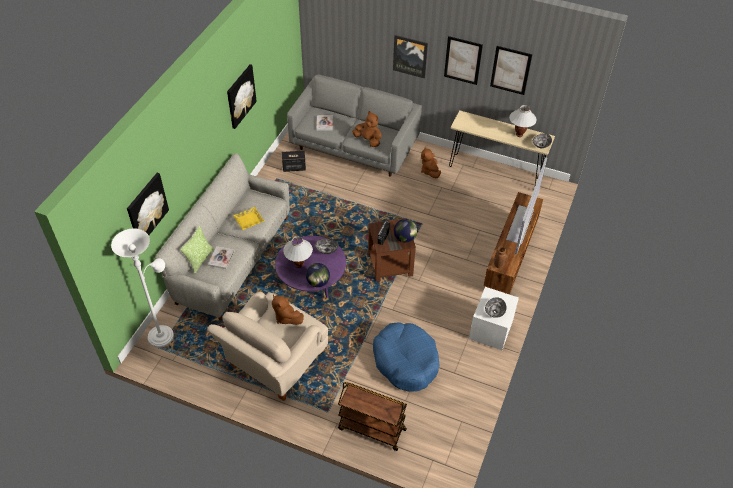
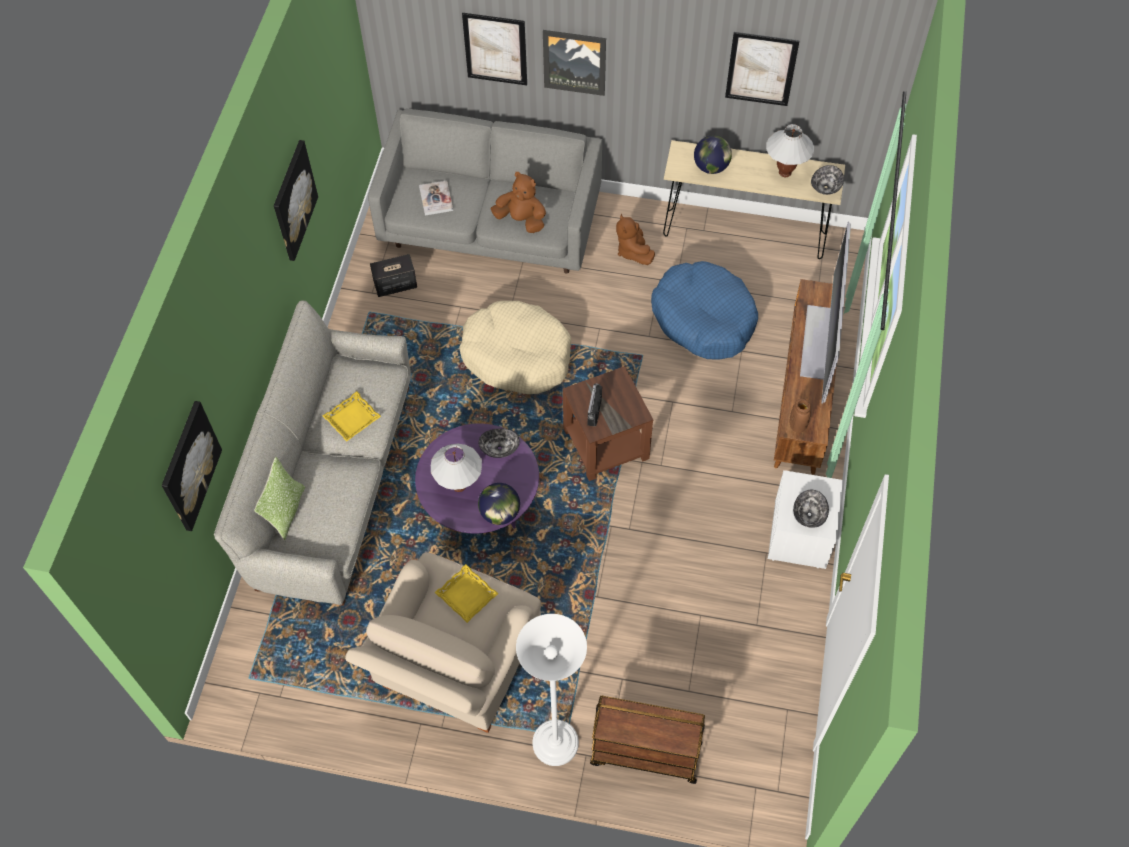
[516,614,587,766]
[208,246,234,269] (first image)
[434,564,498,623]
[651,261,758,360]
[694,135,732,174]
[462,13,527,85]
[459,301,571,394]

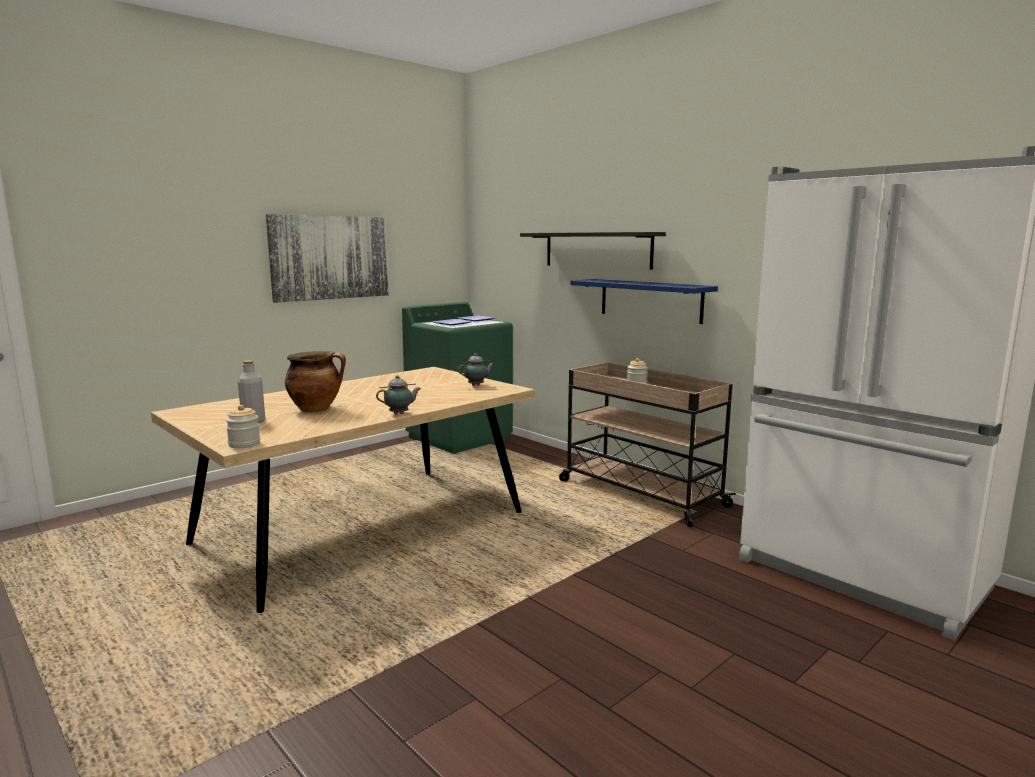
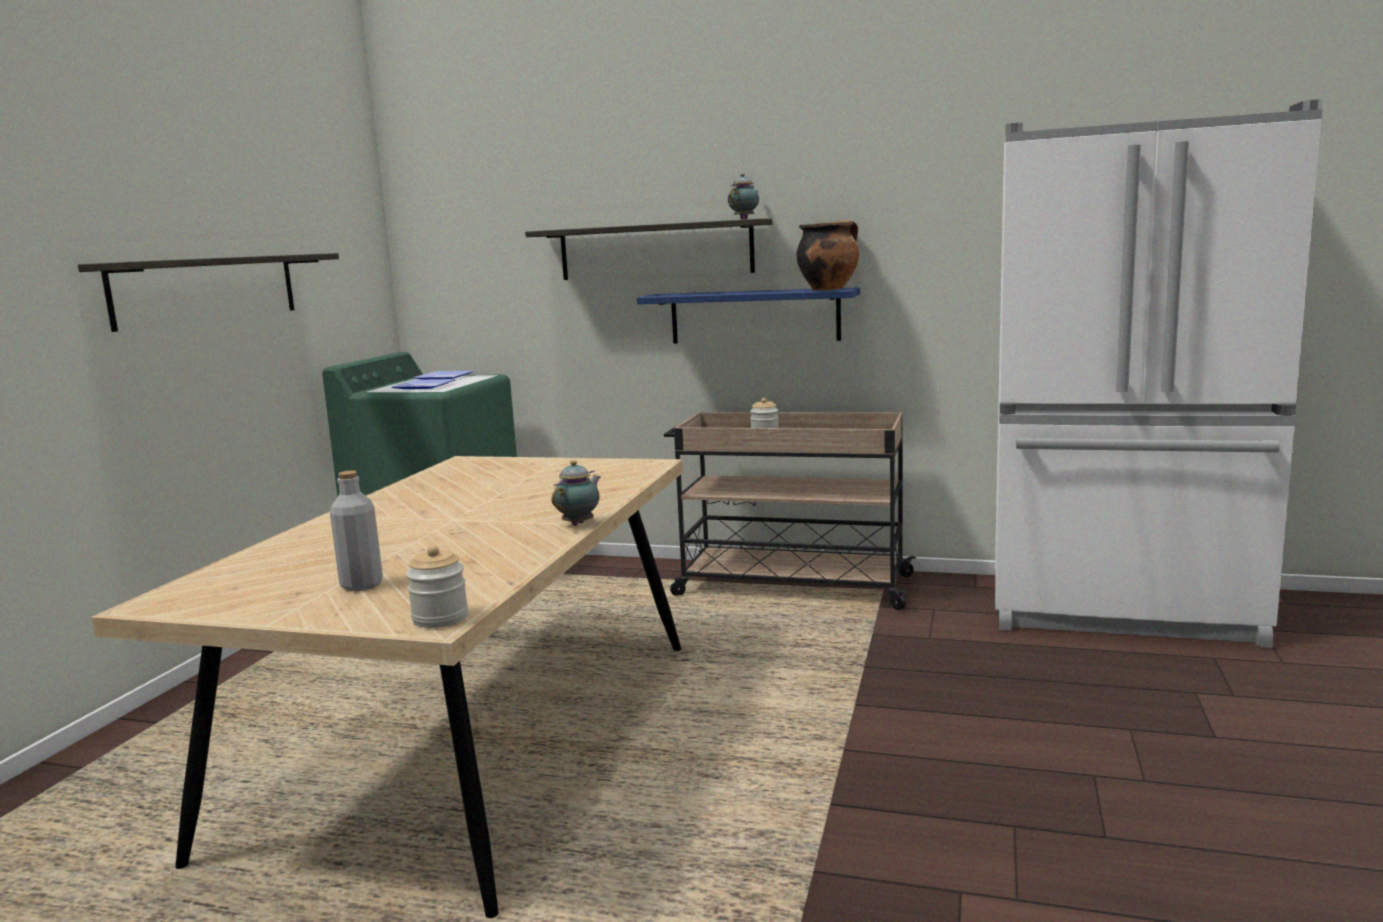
[78,253,339,332]
[797,220,859,291]
[728,173,759,220]

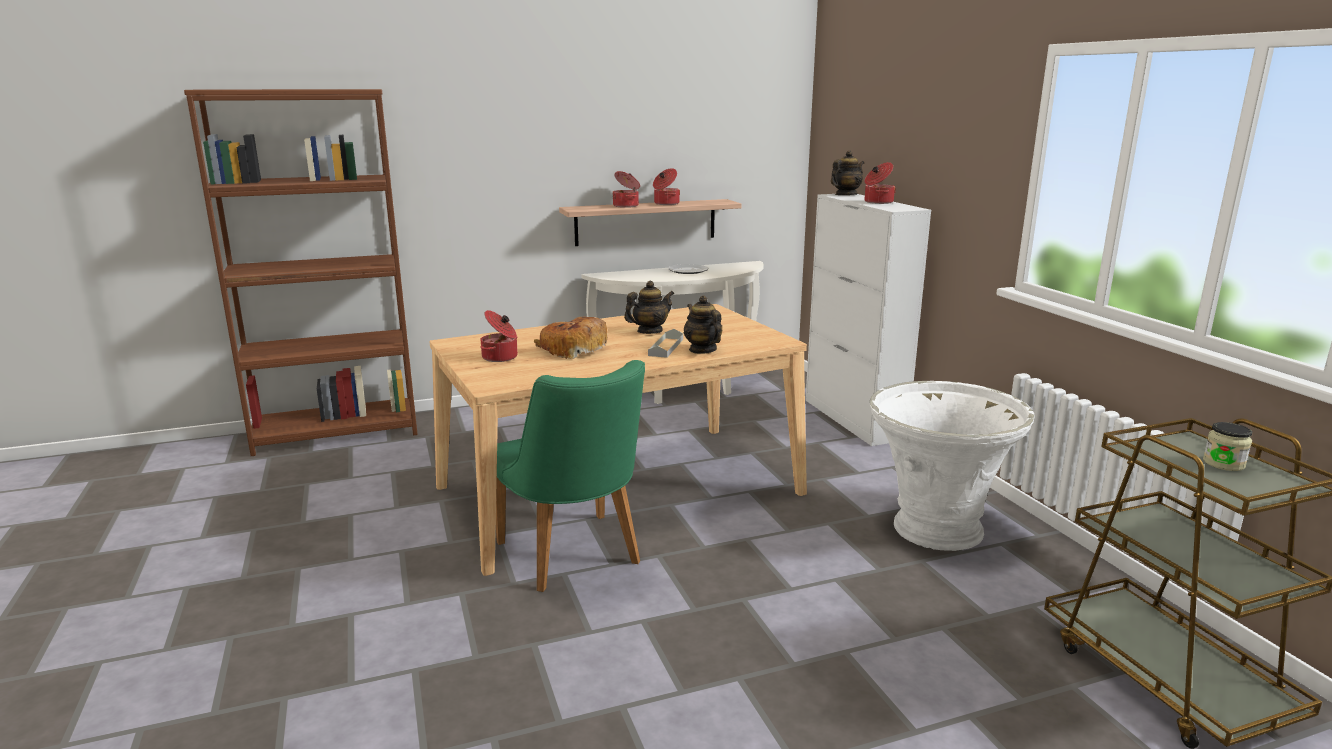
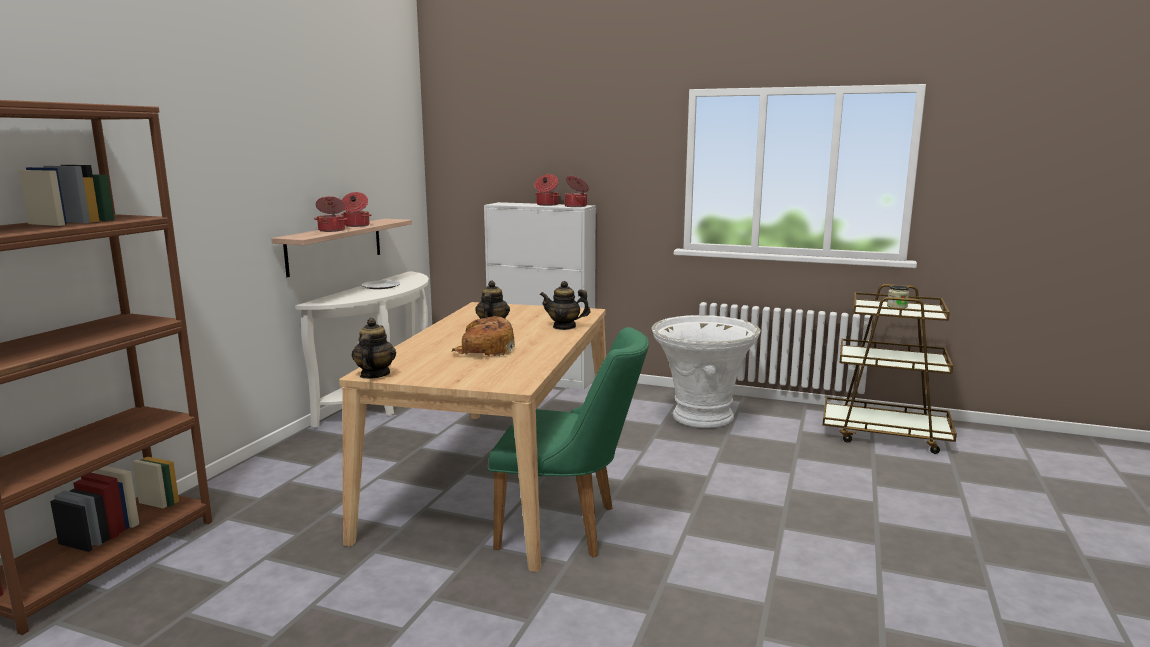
[564,176,589,207]
[648,329,683,358] (first image)
[352,318,396,379]

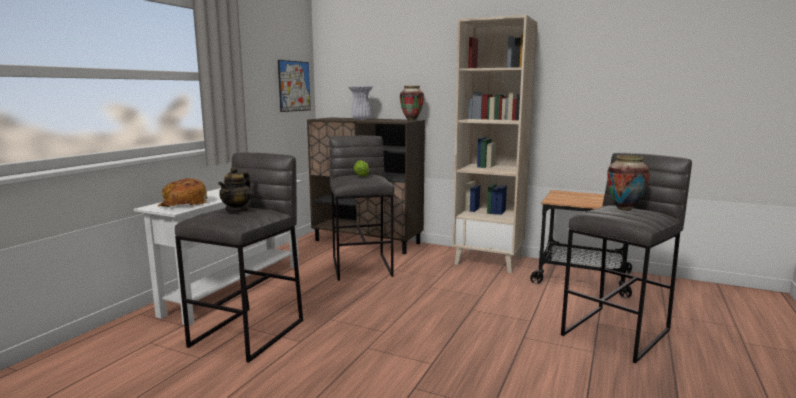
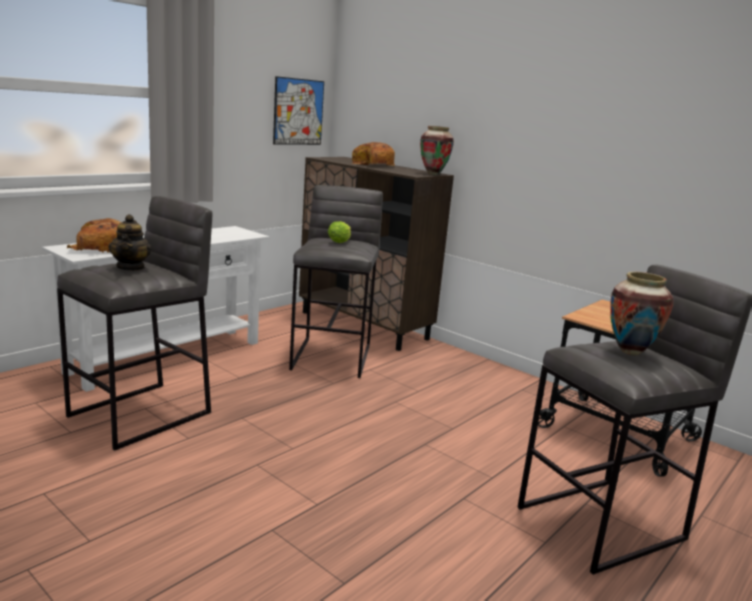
[108,214,152,271]
[352,142,395,166]
[452,15,537,273] (first image)

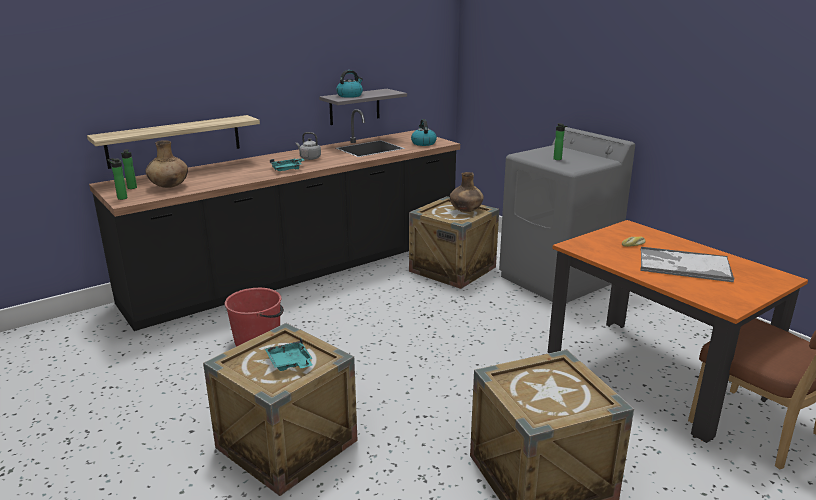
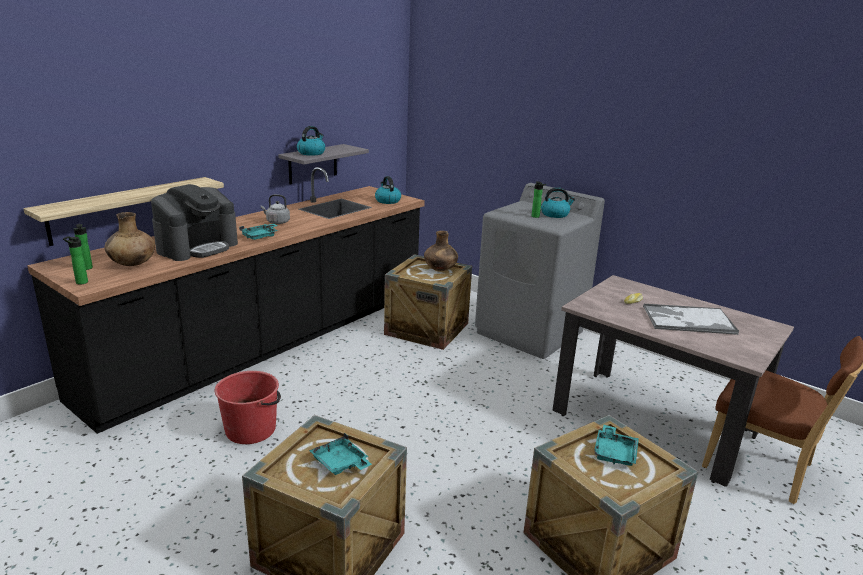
[553,275,794,487]
[151,184,238,261]
[541,187,575,218]
[594,425,639,466]

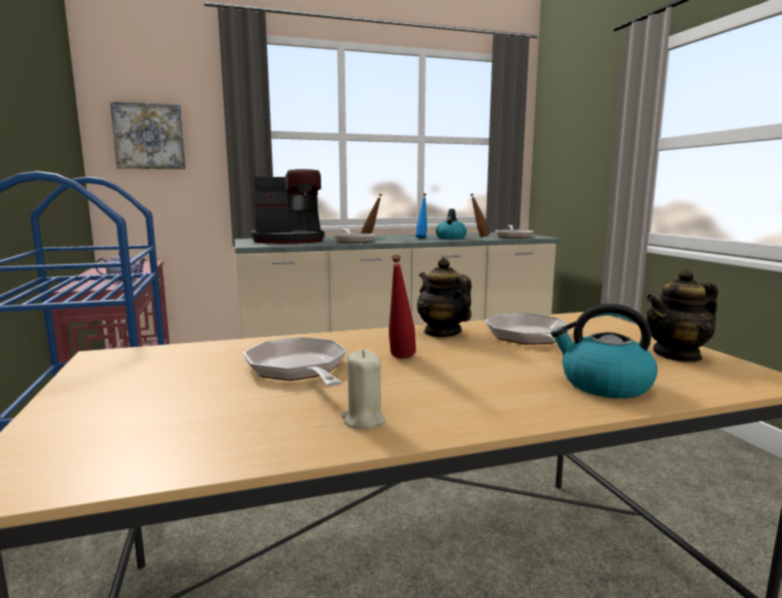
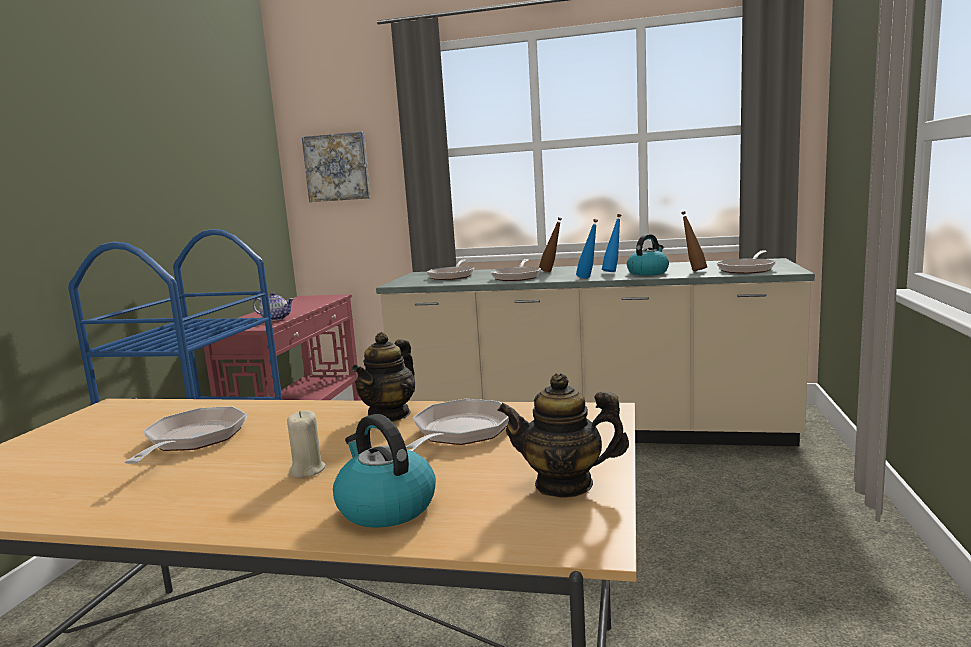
[427,259,474,280]
[287,411,326,478]
[389,255,416,359] (first image)
[352,332,415,422]
[576,219,598,278]

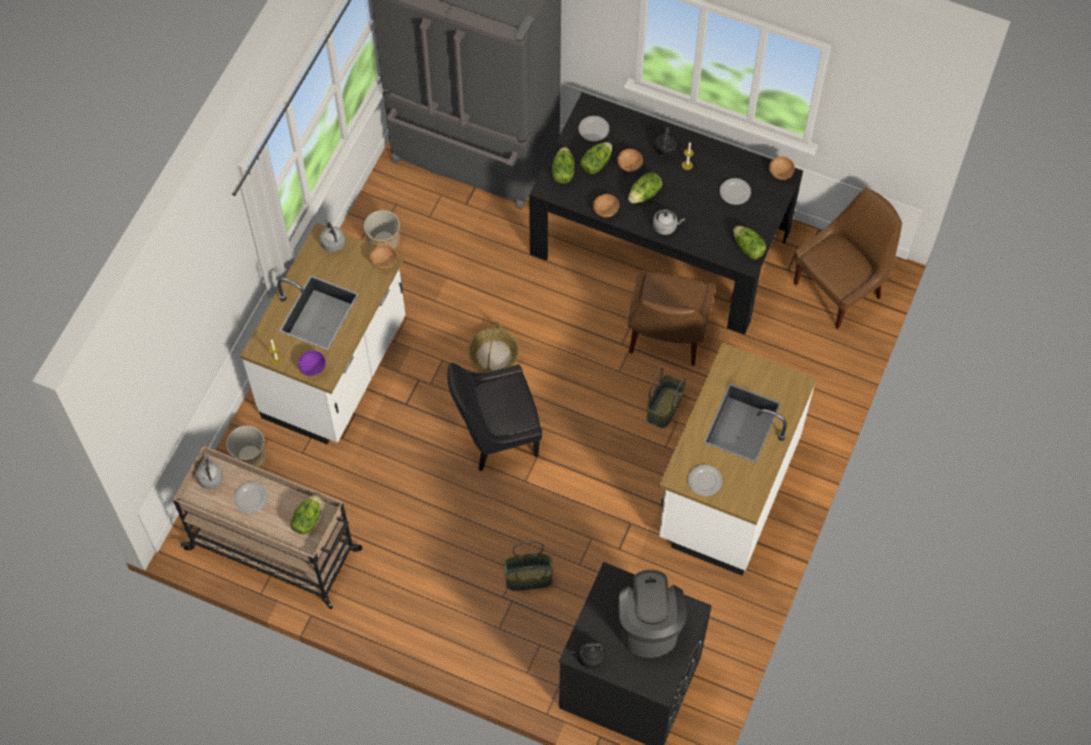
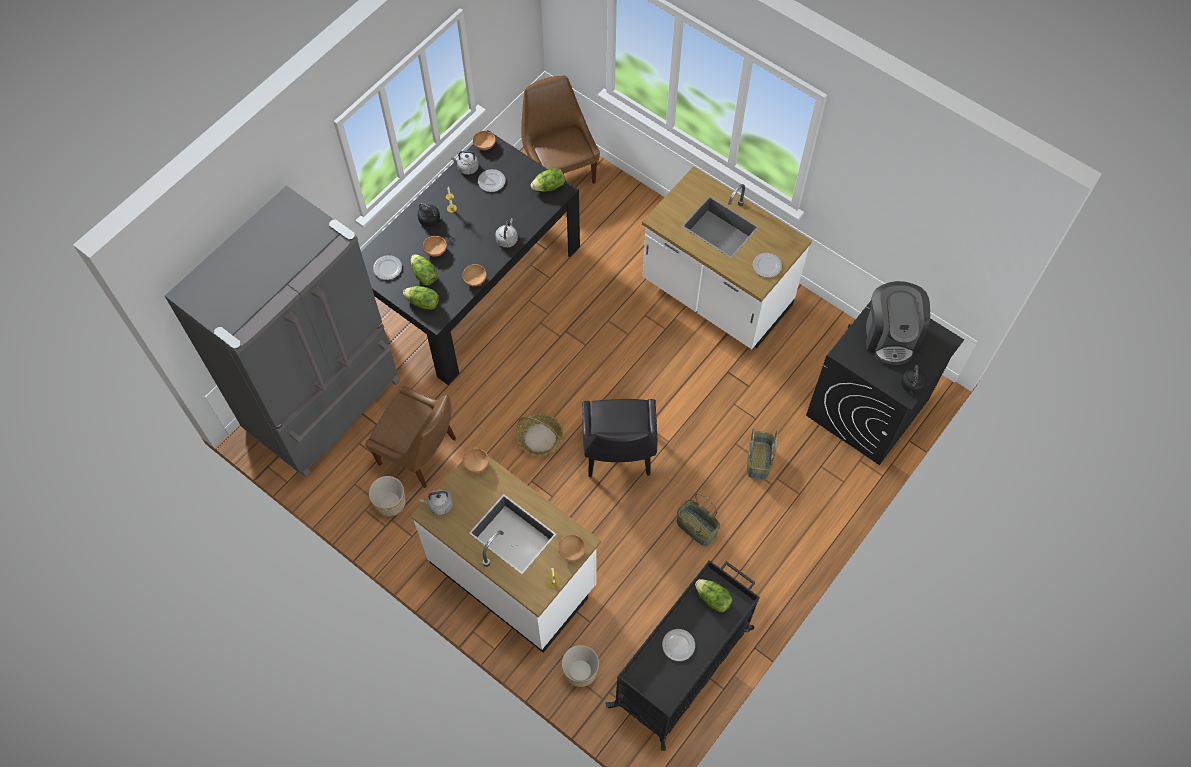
[605,560,760,751]
[451,151,479,175]
[558,535,585,561]
[866,281,930,365]
[628,172,663,203] (first image)
[365,386,456,488]
[677,493,720,546]

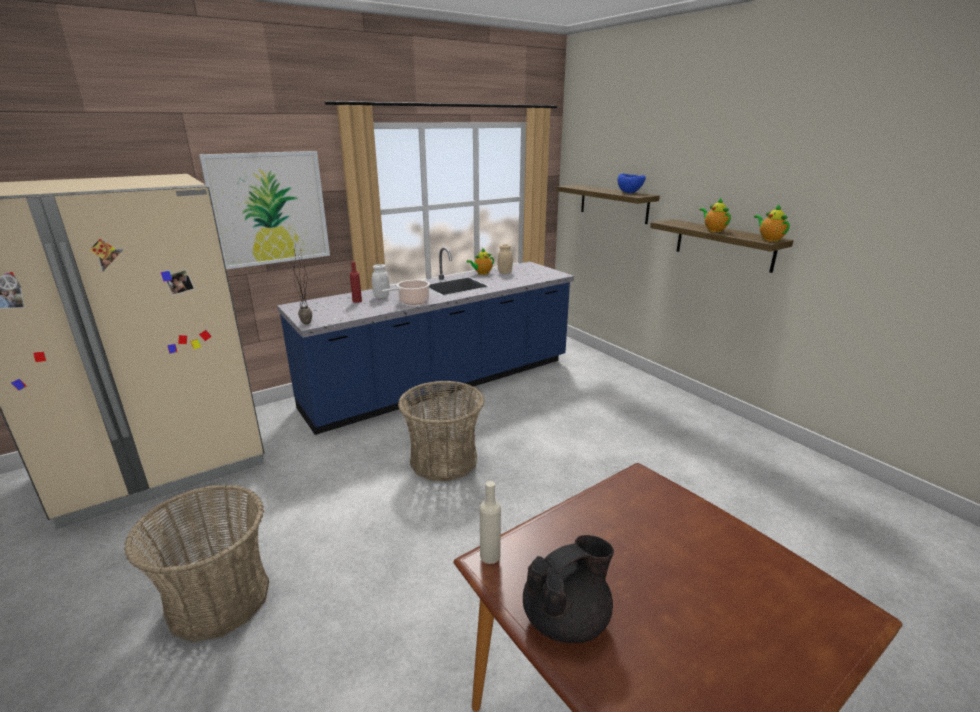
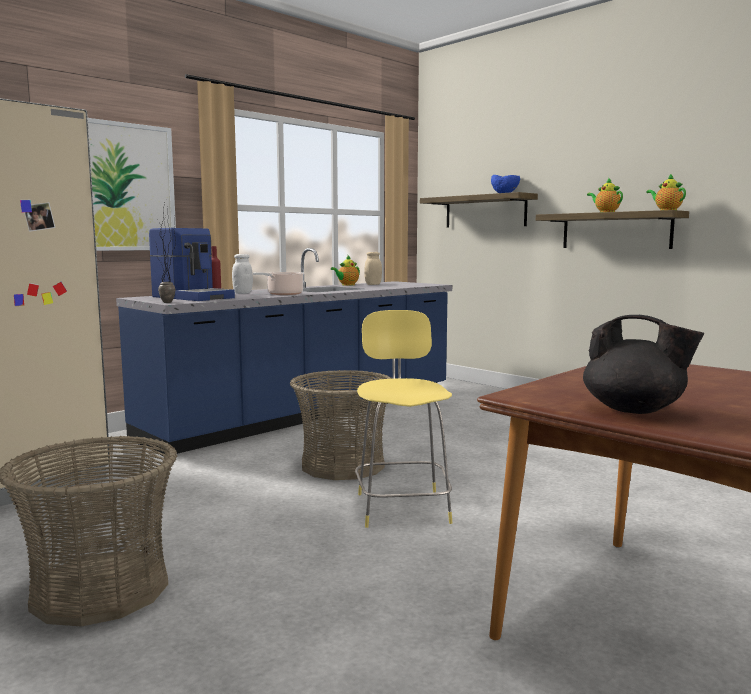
[480,481,501,564] (first image)
[583,315,704,414]
[149,228,235,301]
[355,310,452,528]

